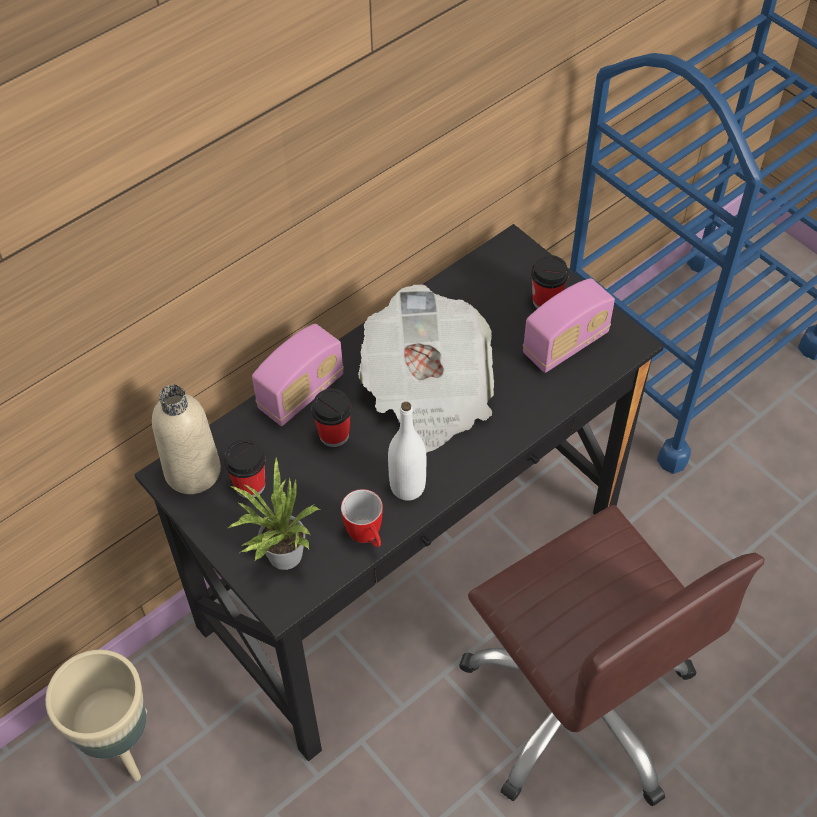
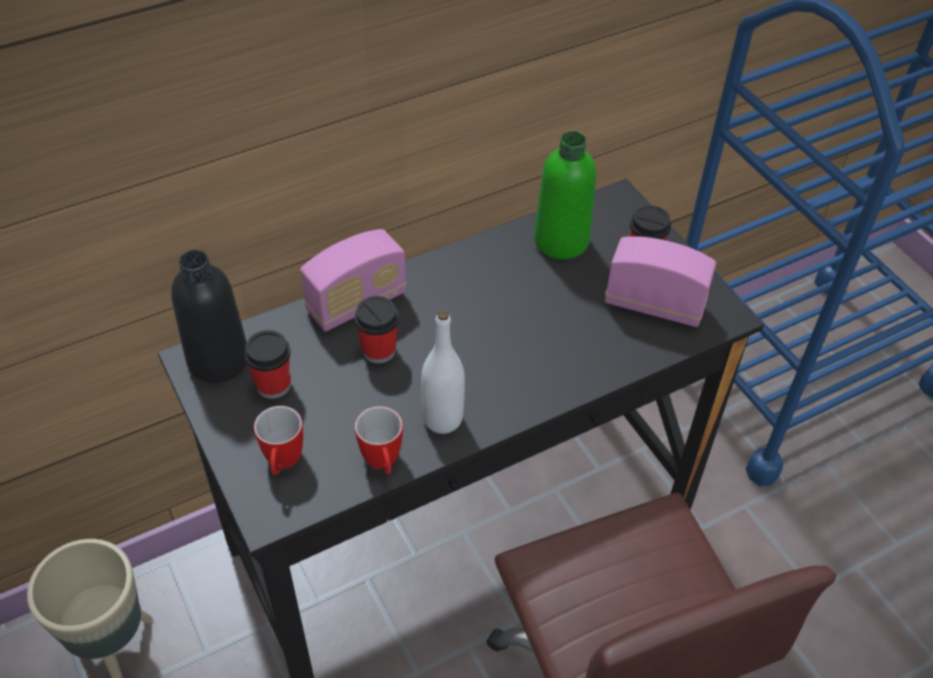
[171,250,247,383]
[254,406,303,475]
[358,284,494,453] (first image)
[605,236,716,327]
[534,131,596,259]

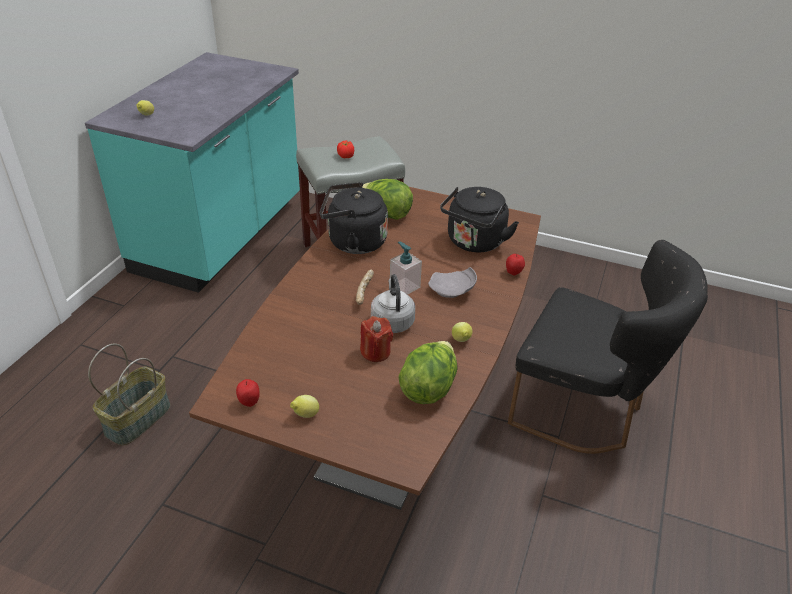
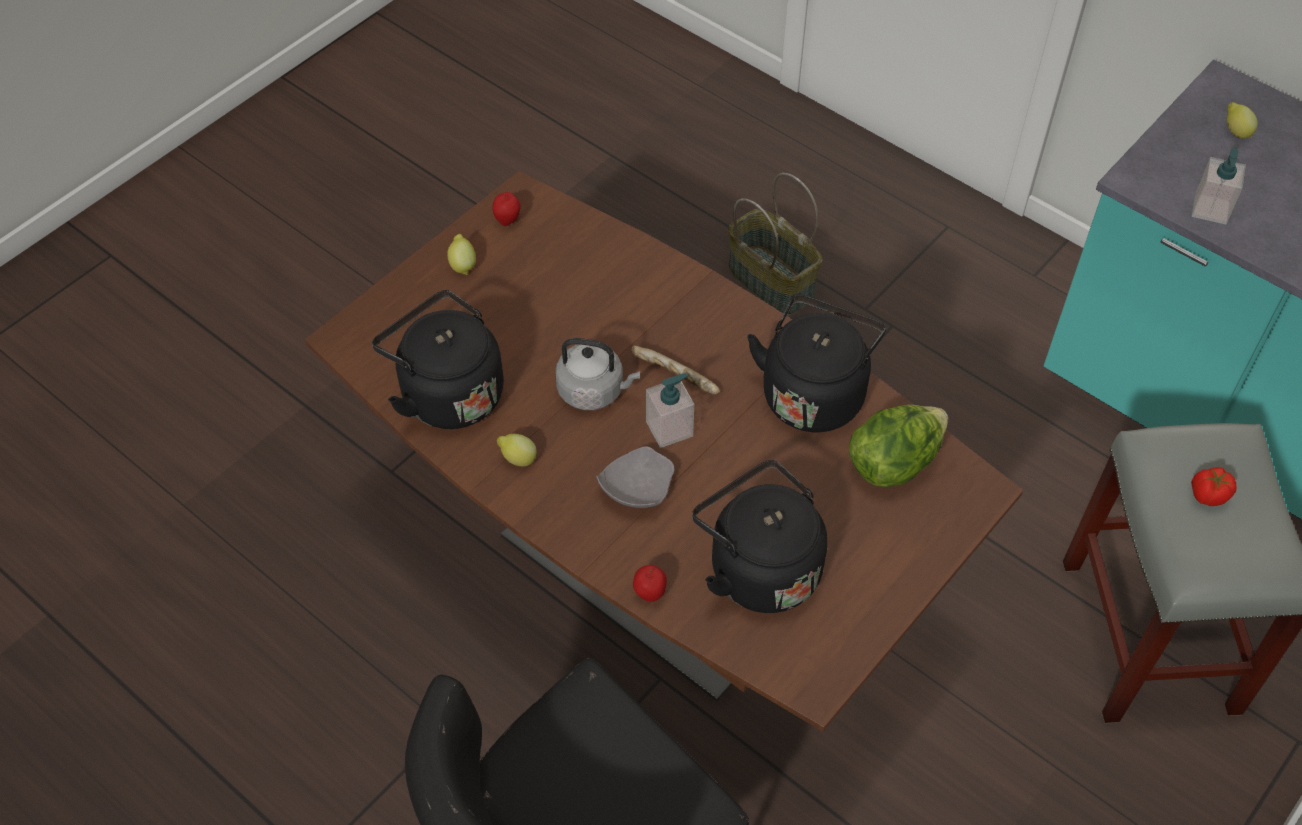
[360,316,393,362] (first image)
[372,290,504,429]
[1192,148,1246,224]

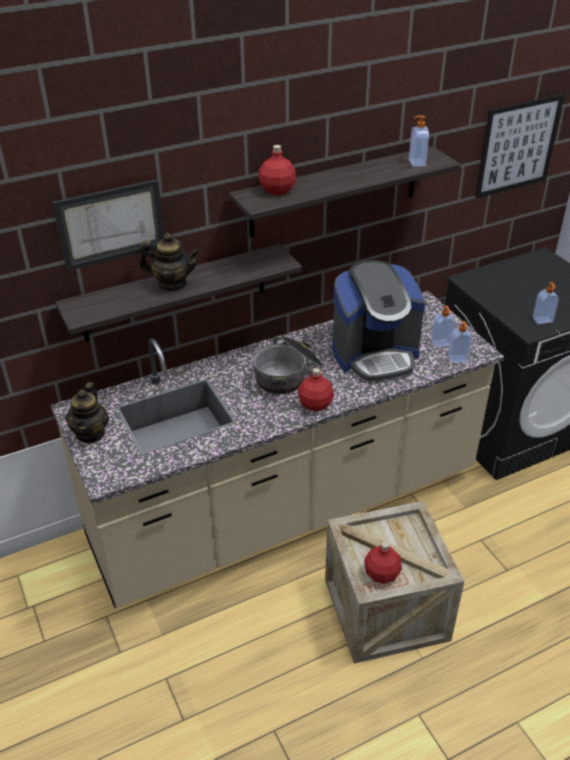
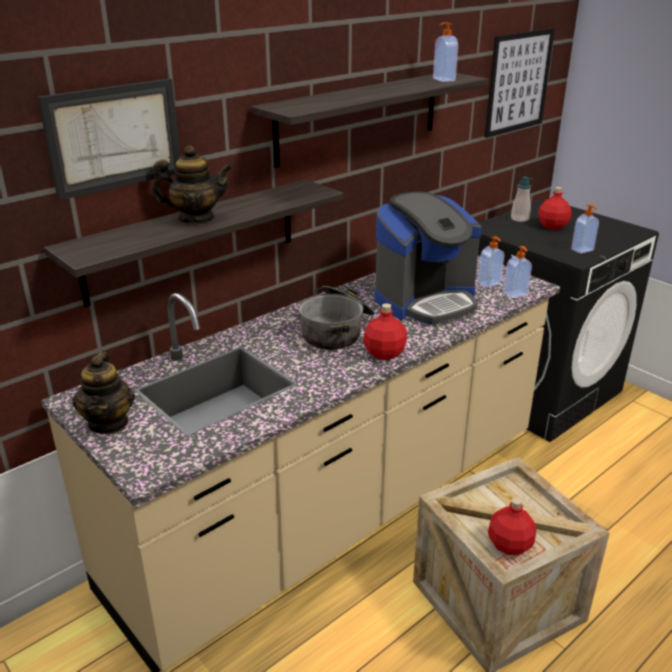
[538,187,571,230]
[511,177,532,222]

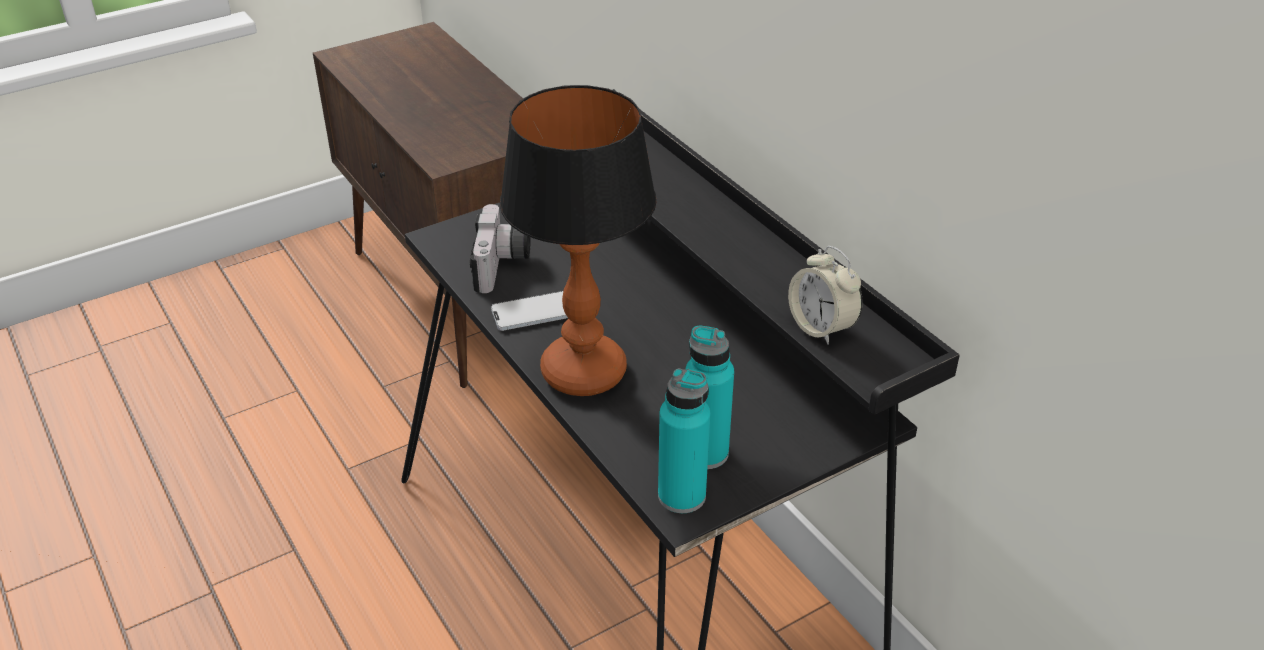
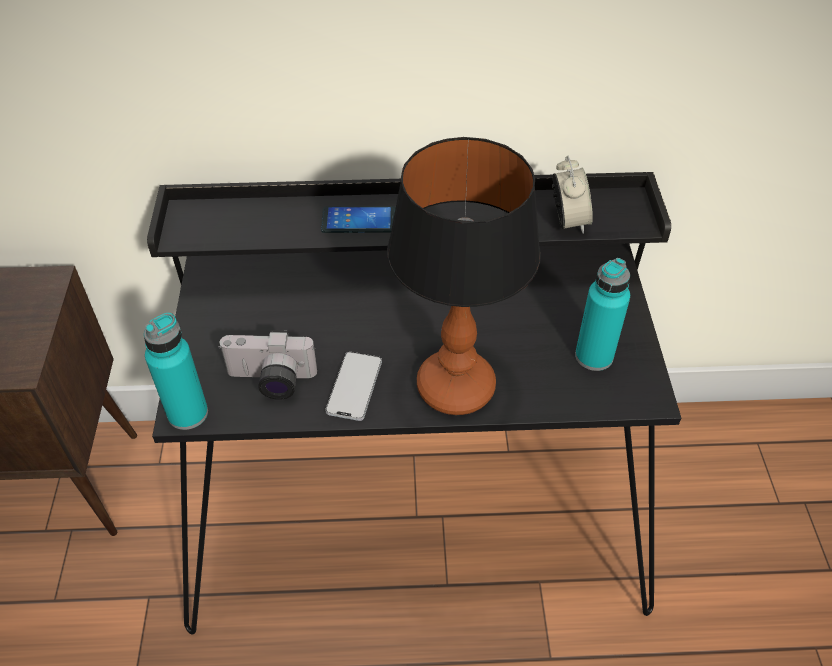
[218,330,317,400]
[144,313,208,430]
[552,156,593,234]
[321,206,396,233]

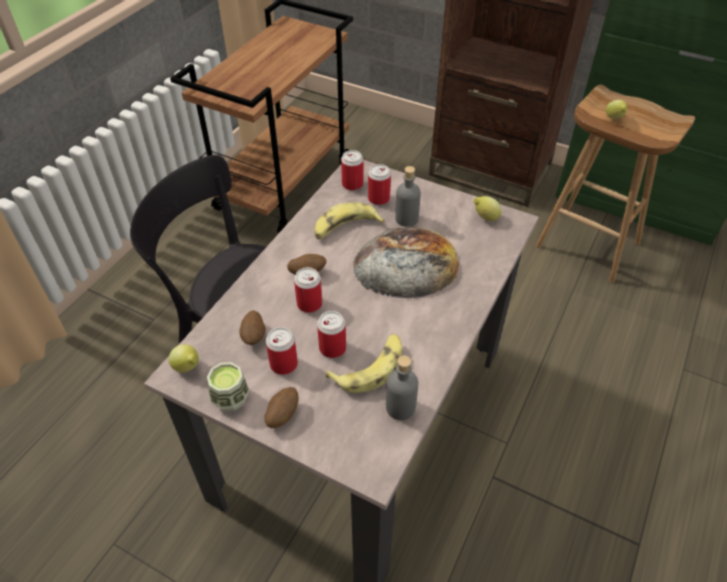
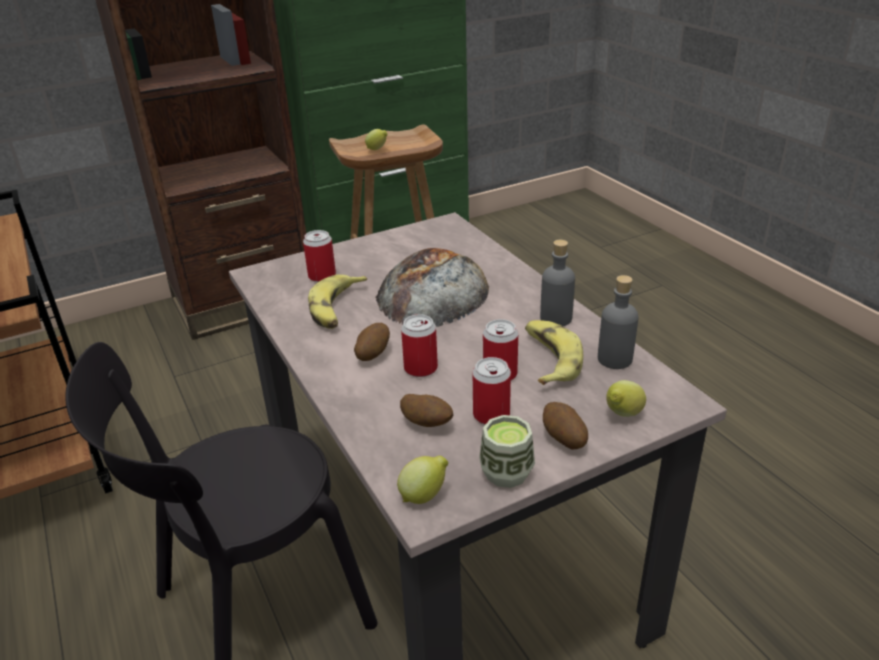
[341,150,363,191] (first image)
[540,240,575,326]
[606,380,646,417]

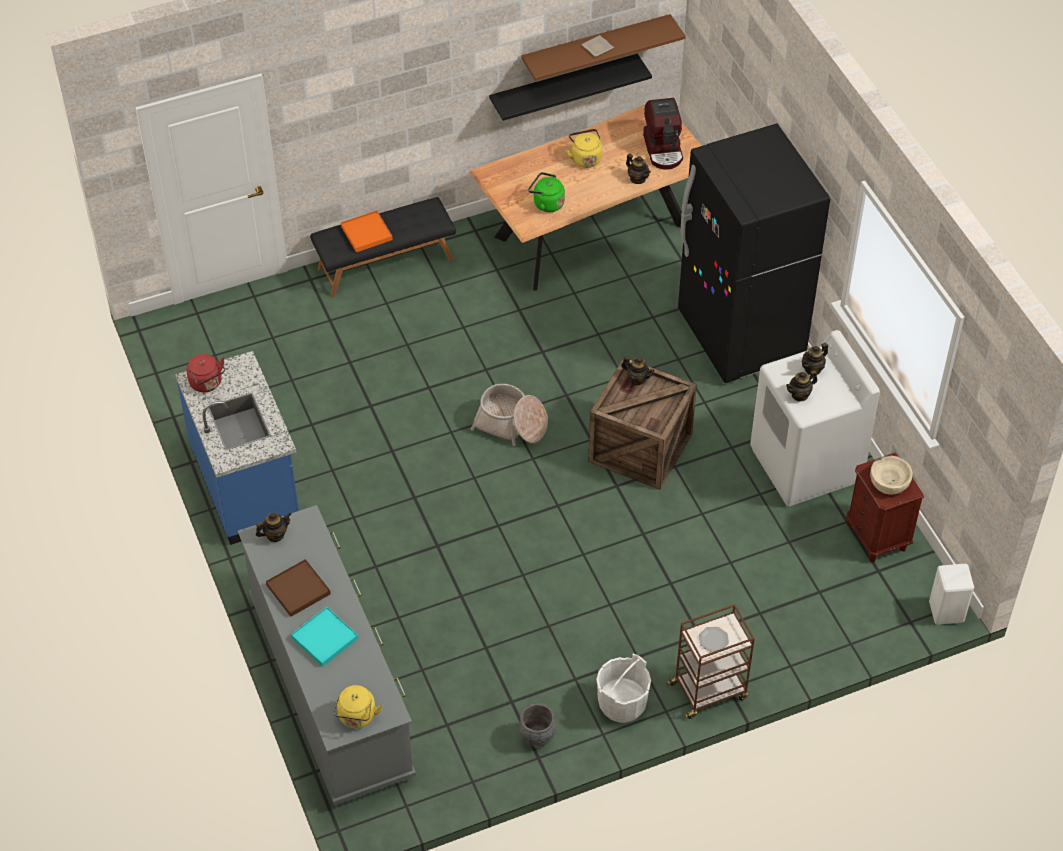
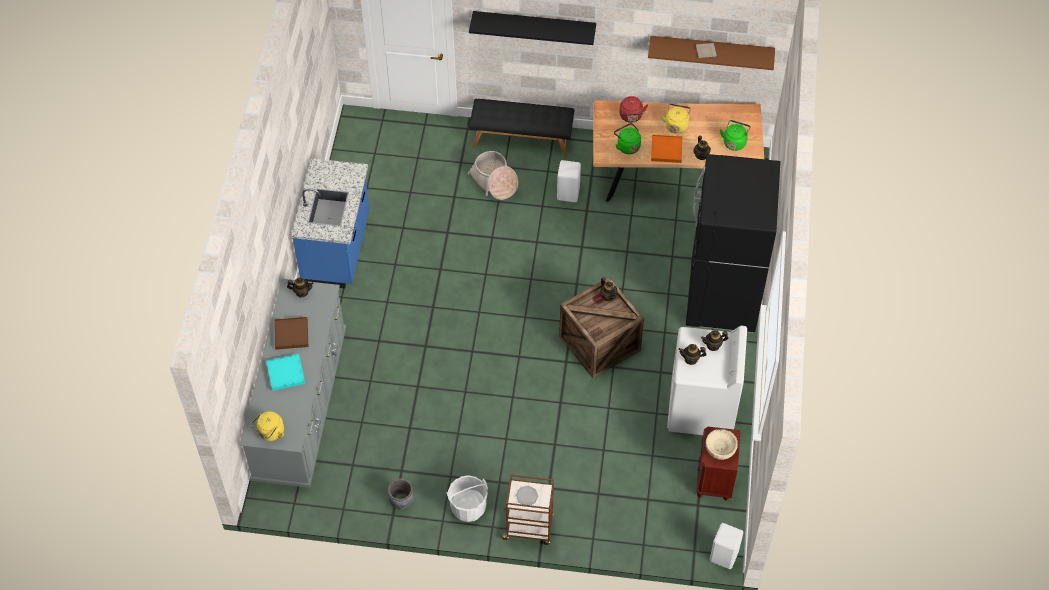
[620,96,648,123]
[651,135,683,163]
[467,151,518,200]
[469,11,596,45]
[720,120,751,151]
[557,160,581,202]

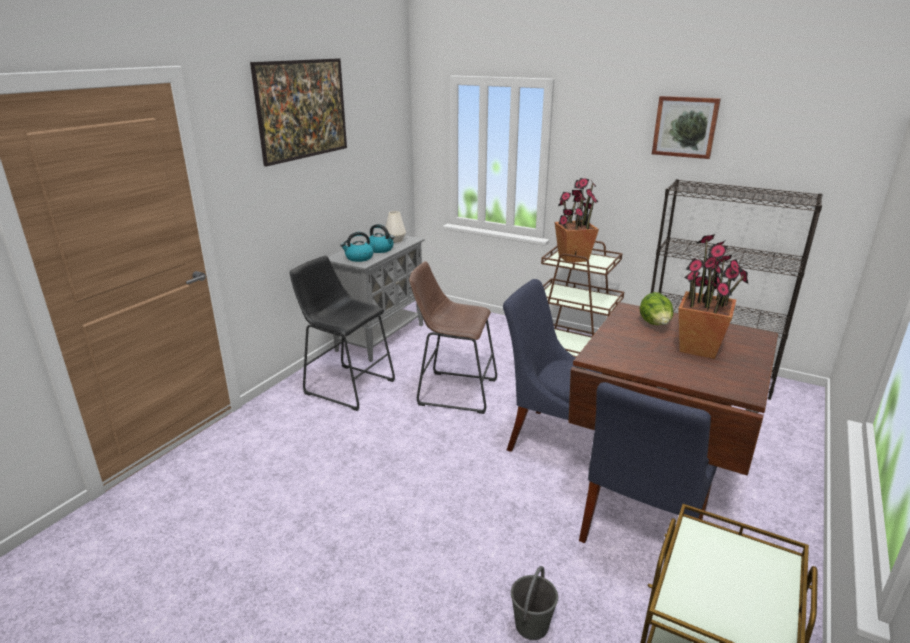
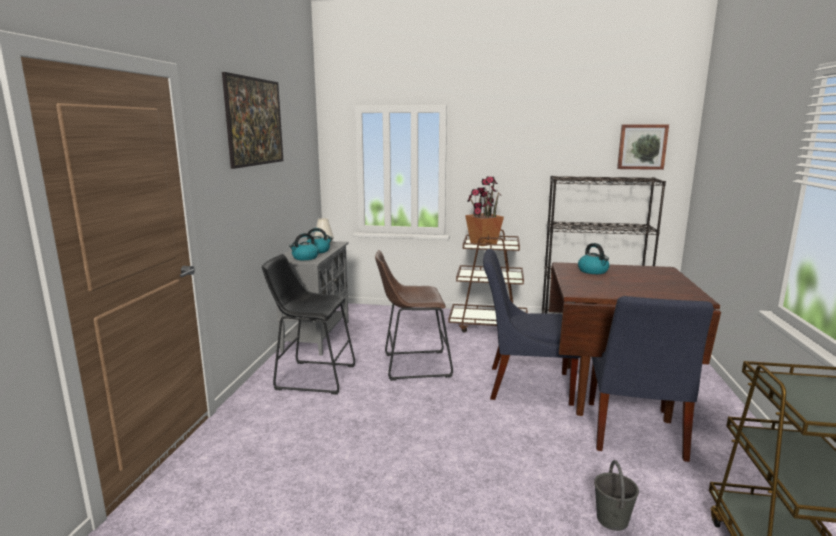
[578,243,609,274]
[617,125,669,170]
[678,234,748,359] (first image)

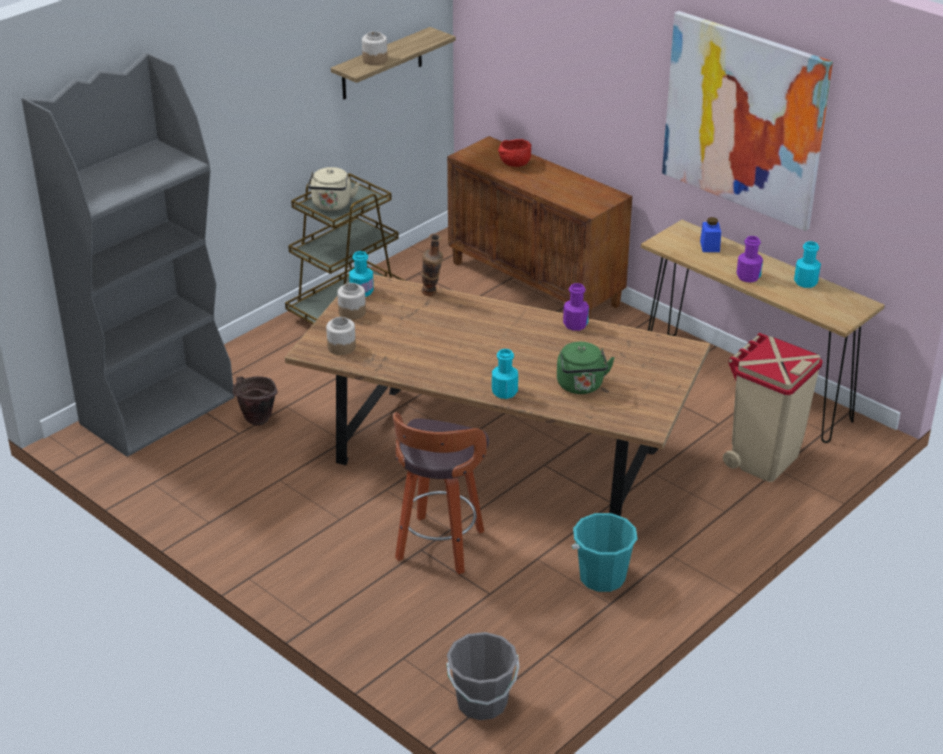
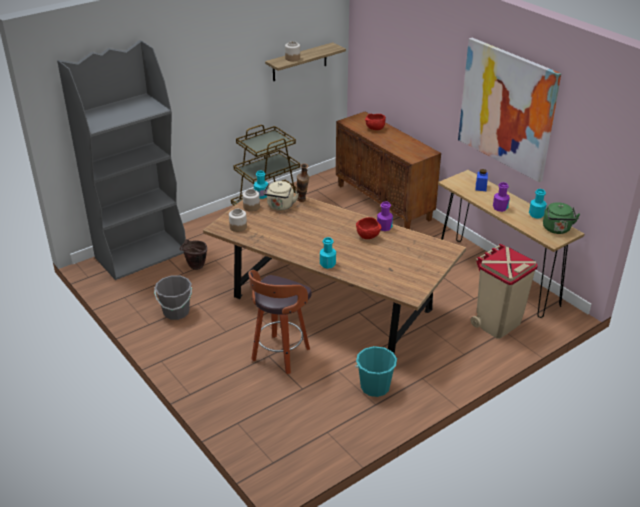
[264,181,299,211]
[154,276,192,320]
[543,202,580,234]
[356,217,381,239]

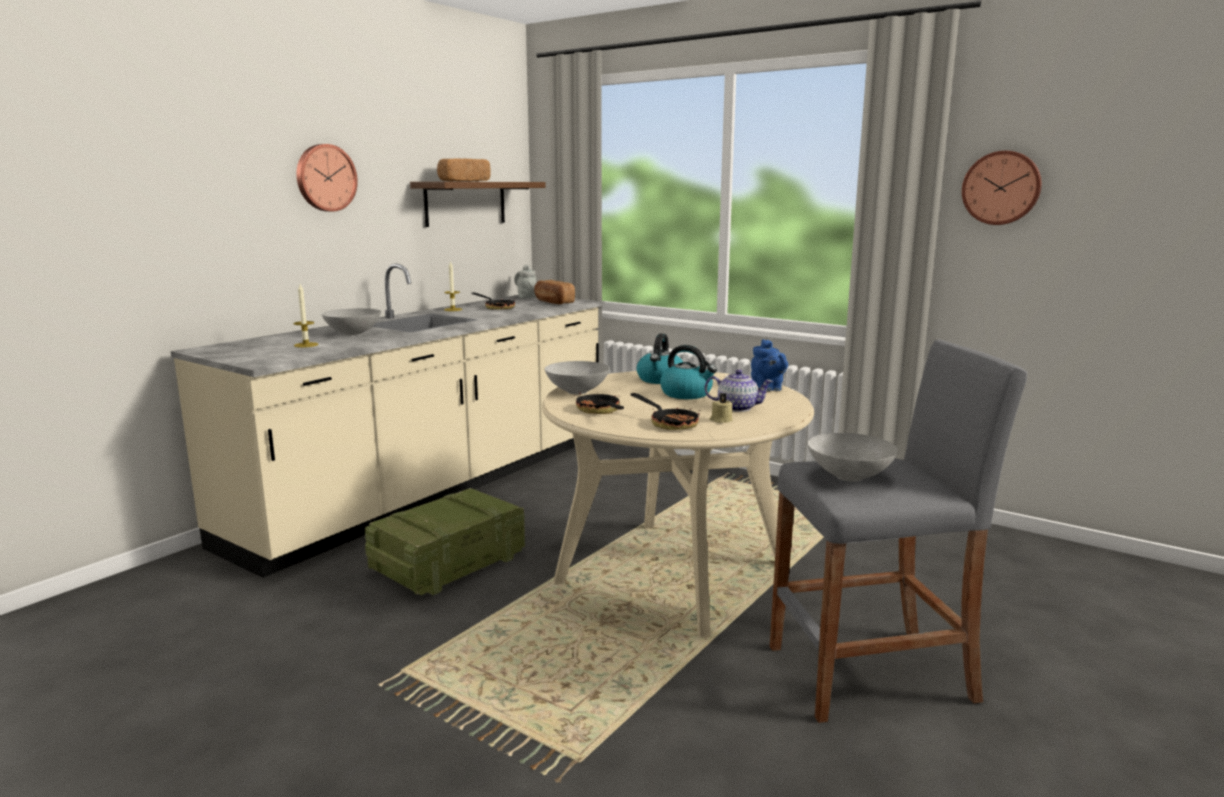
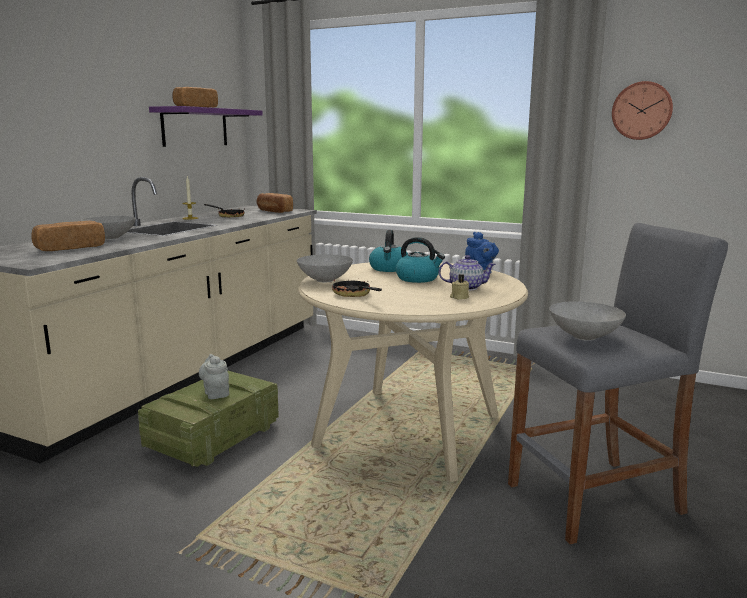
[31,221,105,251]
[296,144,358,212] (first image)
[149,106,263,147]
[199,354,229,399]
[630,393,700,430] (first image)

